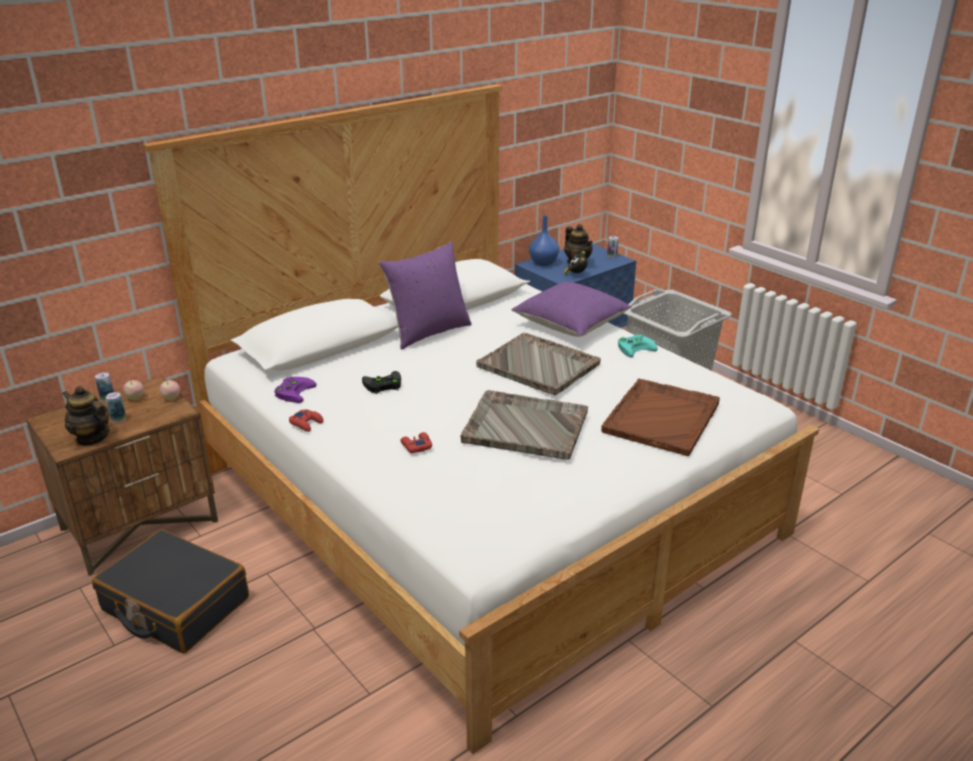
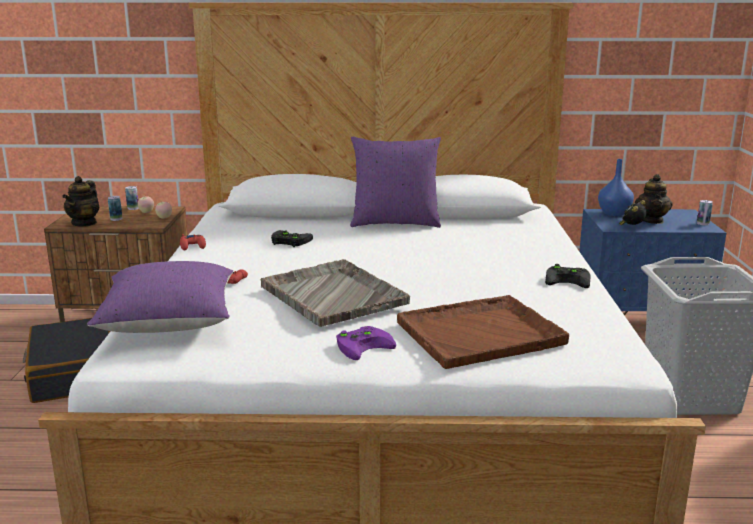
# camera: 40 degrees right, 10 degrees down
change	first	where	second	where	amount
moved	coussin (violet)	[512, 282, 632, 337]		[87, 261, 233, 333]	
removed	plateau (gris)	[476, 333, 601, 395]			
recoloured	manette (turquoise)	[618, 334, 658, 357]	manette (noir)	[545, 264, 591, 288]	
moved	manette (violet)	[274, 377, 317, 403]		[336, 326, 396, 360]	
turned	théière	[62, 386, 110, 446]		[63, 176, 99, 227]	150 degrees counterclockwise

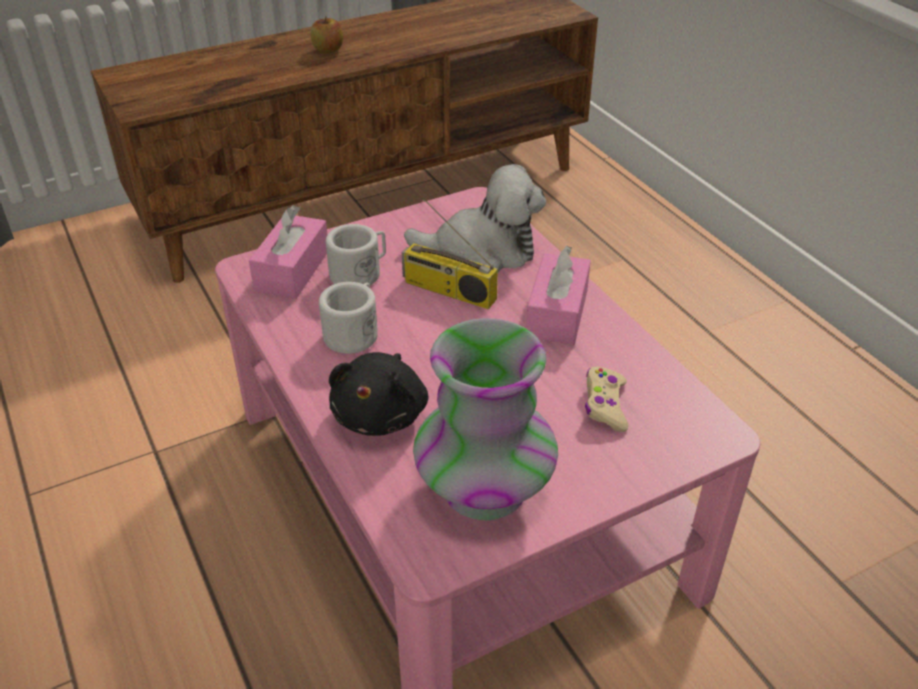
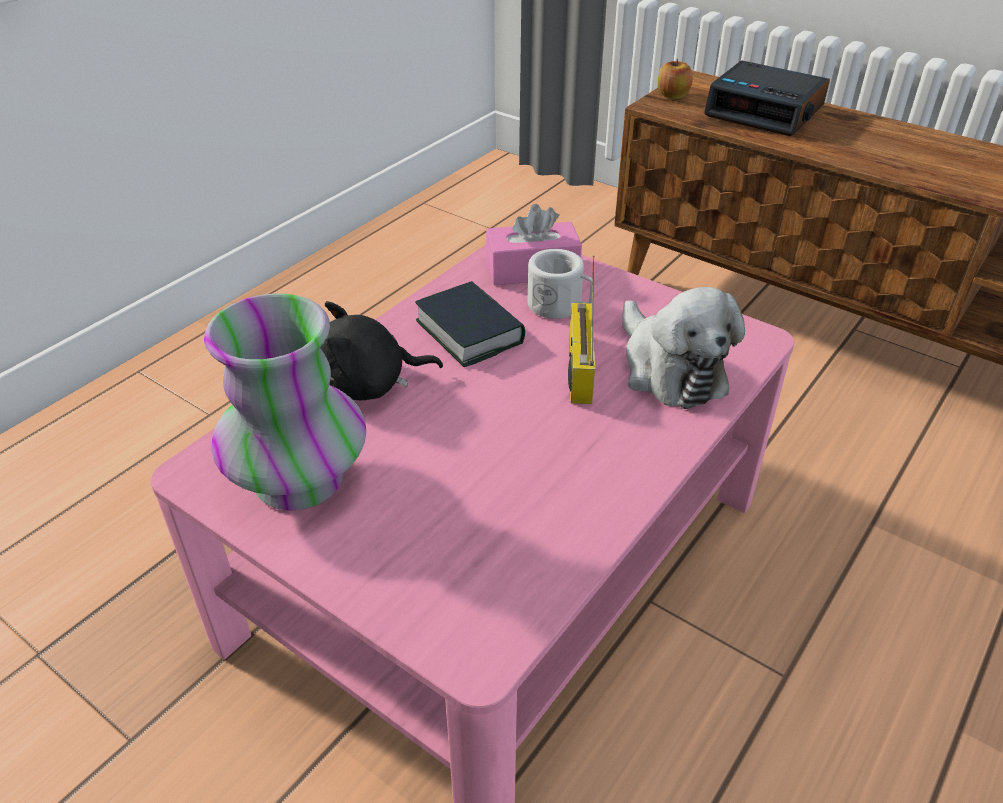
# camera: 65 degrees right, 0 degrees up
change	first	where	second	where	amount
moved	pomme	[311, 17, 343, 54]		[658, 59, 693, 99]	
removed	boîte à mouchoirs (rose)	[526, 246, 591, 345]			
replaced	mug (blanc)	[319, 282, 378, 354]	livre	[415, 281, 525, 367]	
removed	manette (beige)	[585, 366, 628, 432]			
added			réveil	[704, 61, 830, 136]	

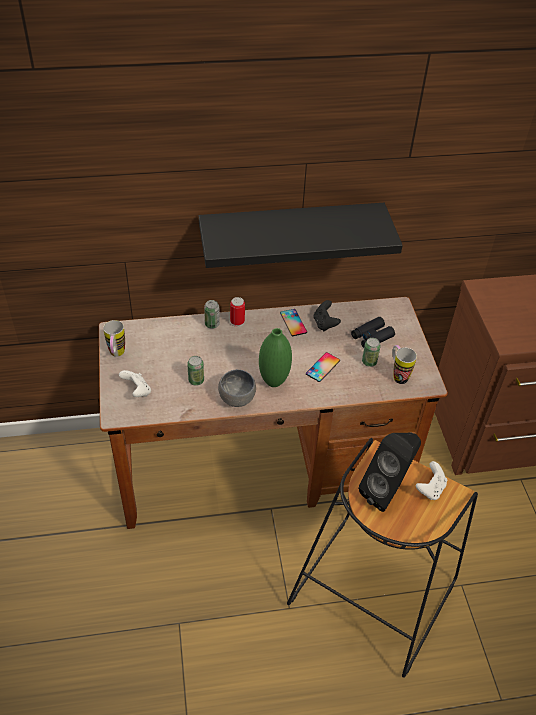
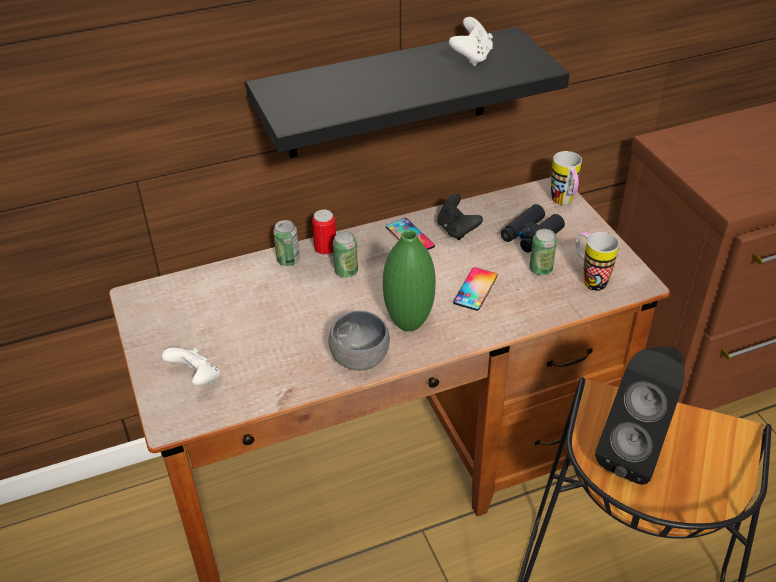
# camera: 10 degrees left, 5 degrees down
change	first	where	second	where	amount
moved	mug	[103, 320, 125, 357]		[551, 151, 582, 205]	
moved	boîte métallique	[187, 356, 204, 386]		[333, 231, 358, 278]	
moved	manette (blanc)	[416, 461, 447, 500]		[449, 17, 493, 66]	

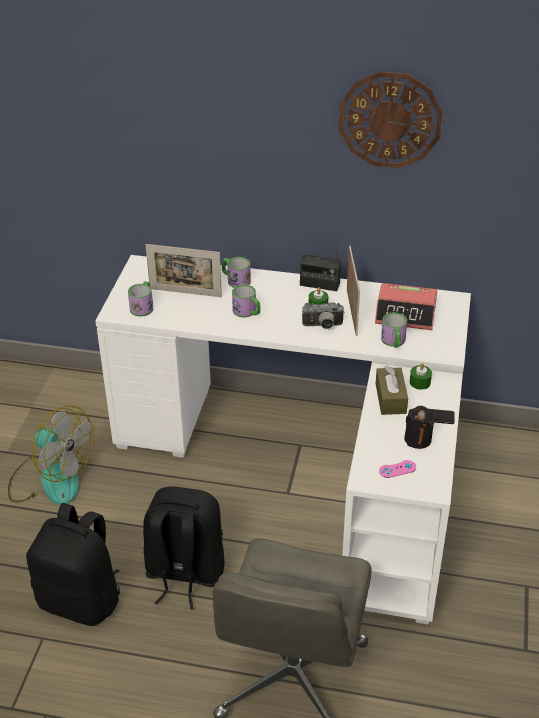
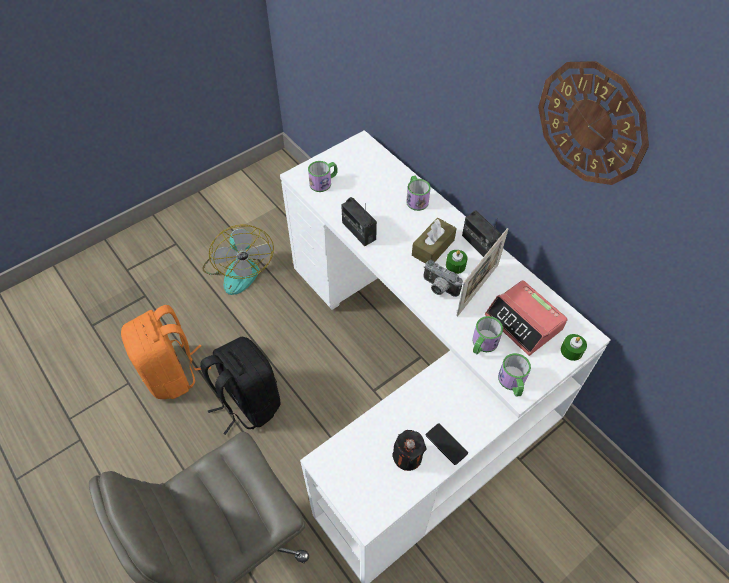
# camera: 40 degrees right, 15 degrees up
change	first	where	second	where	amount
removed	cadre photo	[146, 244, 222, 297]			
moved	mug	[232, 285, 261, 317]		[498, 353, 531, 396]	
moved	bougie (vert)	[410, 363, 432, 390]		[561, 334, 587, 361]	
moved	boîte à mouchoirs (marron)	[375, 366, 408, 415]		[412, 218, 457, 264]	
removed	manette (rose)	[379, 460, 416, 478]			
recoloured	sac à dos (noir)	[26, 503, 120, 626]	sac à dos (orange)	[121, 305, 211, 399]	
added			radio	[341, 197, 377, 246]	

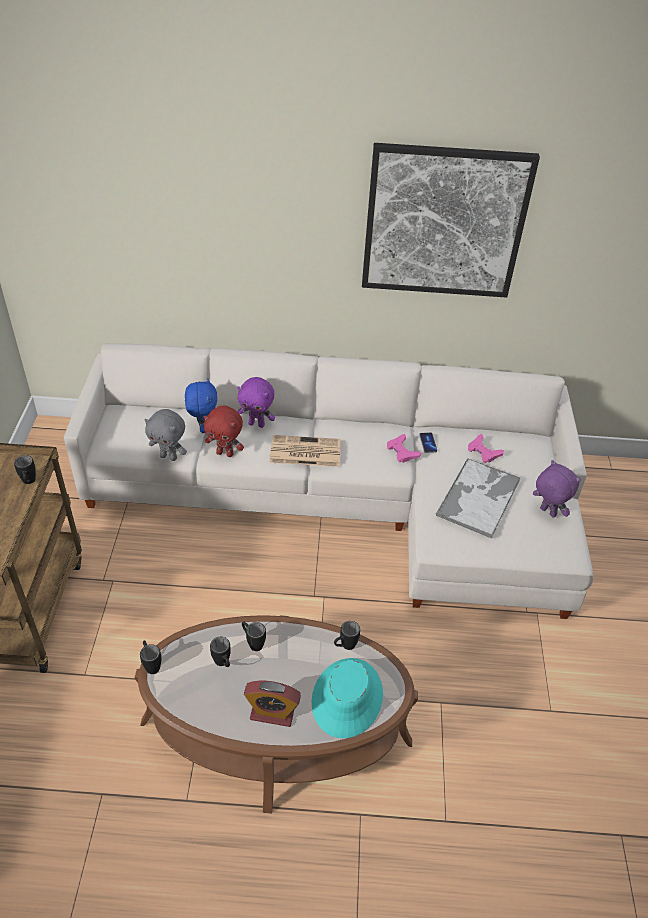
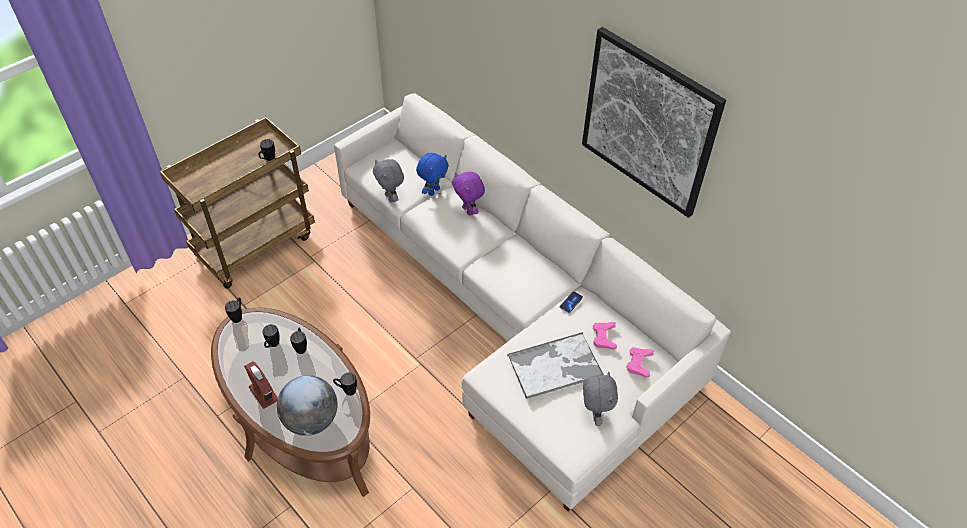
# camera: 45 degrees right, 5 degrees up
change	first	where	second	where	amount
removed	peluche (rouge)	[204, 406, 244, 457]			
moved	manette (rose)	[387, 434, 421, 463]		[626, 347, 654, 378]	
removed	journal	[269, 435, 341, 467]			
recoloured	peluche (violet)	[533, 460, 581, 518]	peluche (gris)	[583, 372, 618, 426]	
replaced	chapeau (turquoise)	[312, 658, 383, 738]	globe	[277, 375, 338, 436]	

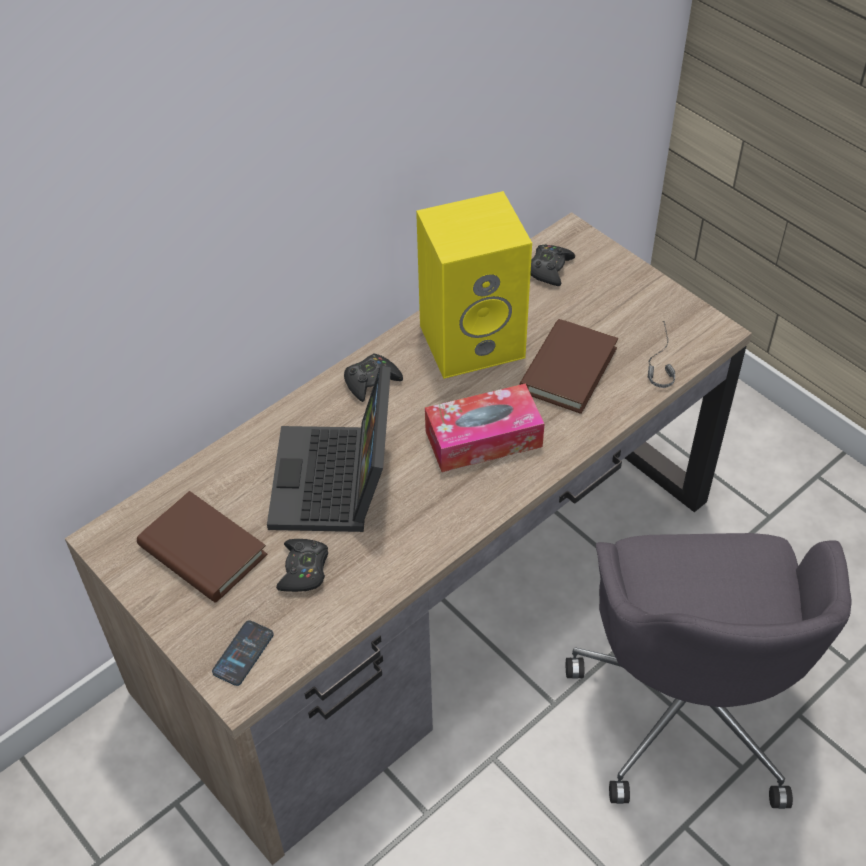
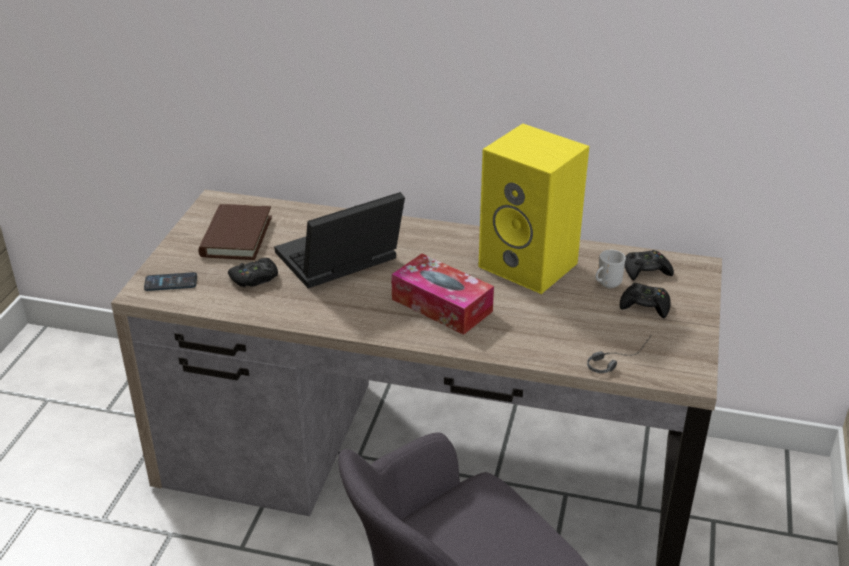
# camera: 55 degrees right, 15 degrees down
change	first	where	second	where	amount
removed	livre (marron)	[519, 319, 618, 414]			
moved	manette (noir)	[344, 354, 403, 402]		[620, 283, 671, 318]	
added			mug	[596, 250, 626, 288]	

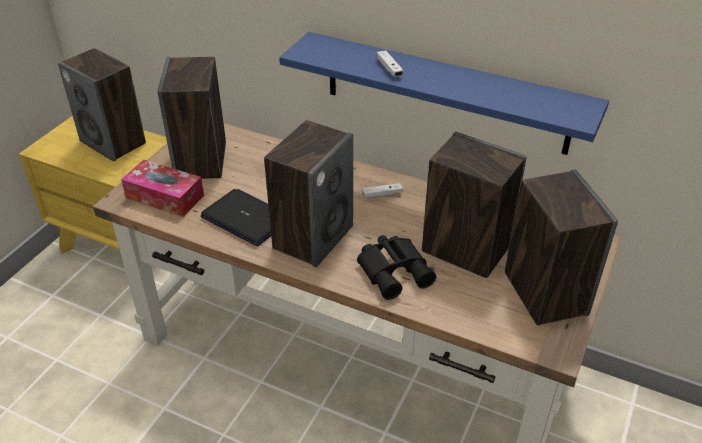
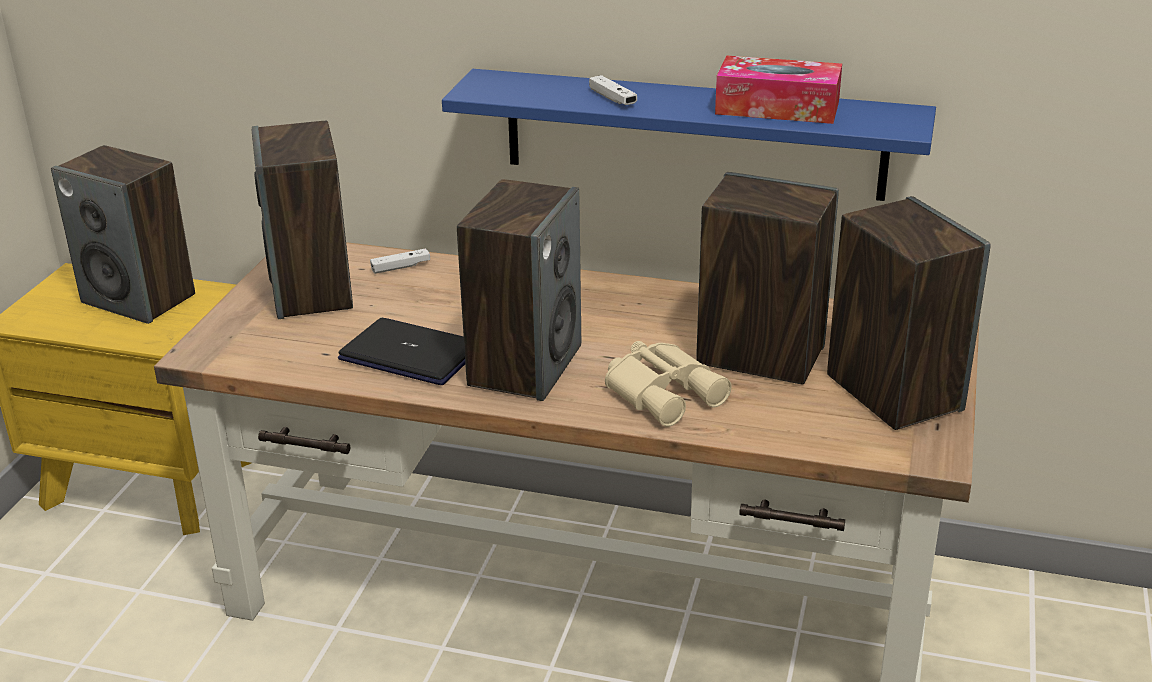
# camera: 10 degrees left, 10 degrees down
change	first	where	second	where	amount
moved	boîte à mouchoirs	[121, 160, 204, 217]		[715, 55, 842, 124]	
moved	manette (blanc)	[363, 183, 403, 199]		[370, 248, 430, 274]	
recoloured	jumelles (noir)	[357, 235, 436, 300]	jumelles (beige)	[605, 341, 732, 427]	

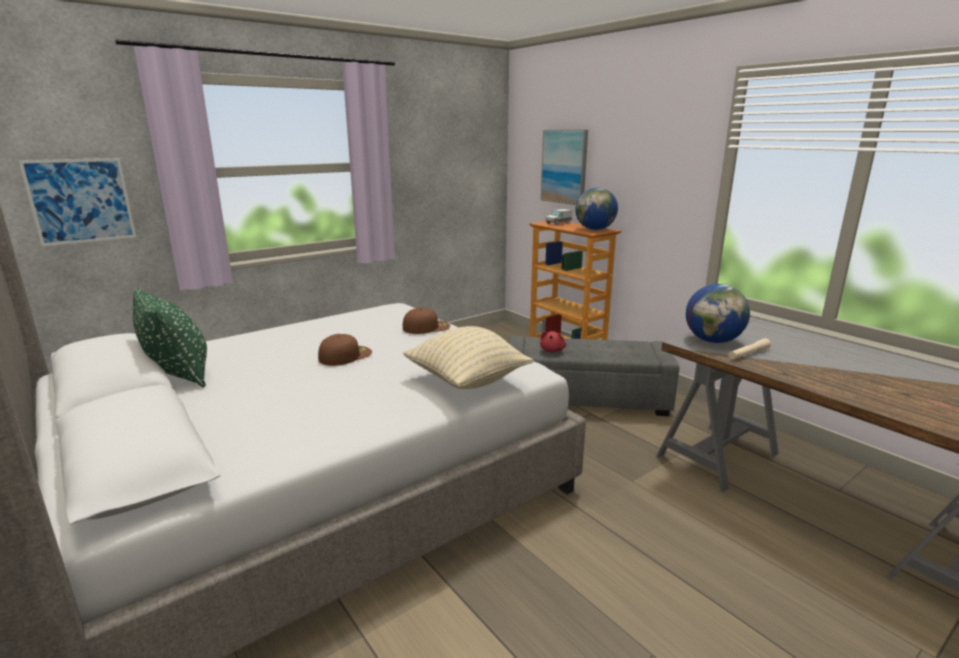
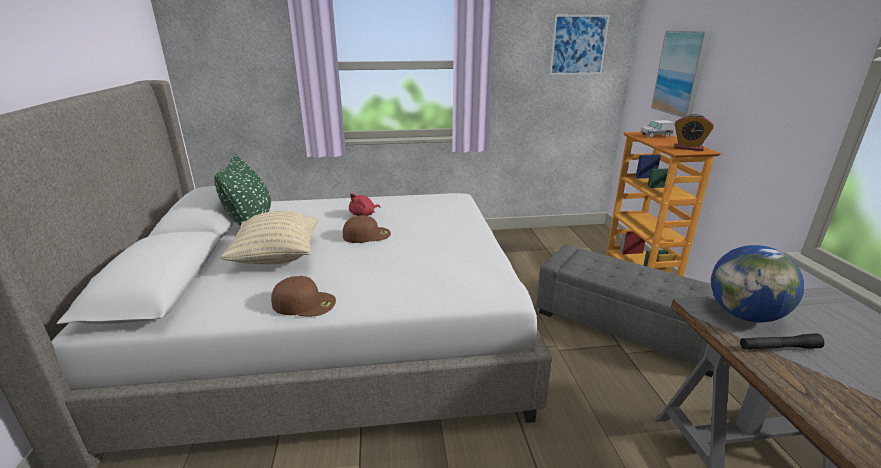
# camera: 30 degrees right, 5 degrees up
change	first	where	second	where	amount
moved	tableau	[19, 158, 136, 246]		[549, 15, 610, 75]	
replaced	globe	[575, 188, 618, 230]	réveil	[674, 114, 714, 151]	
moved	casquette (marron)	[403, 307, 450, 334]		[271, 276, 336, 317]	
moved	coussin (beige)	[403, 326, 534, 389]		[220, 211, 319, 264]	
moved	peluche (rouge)	[540, 331, 566, 352]		[349, 193, 380, 216]	
recoloured	lampe de poche (beige)	[728, 338, 771, 359]	lampe de poche (noir)	[740, 333, 825, 349]	

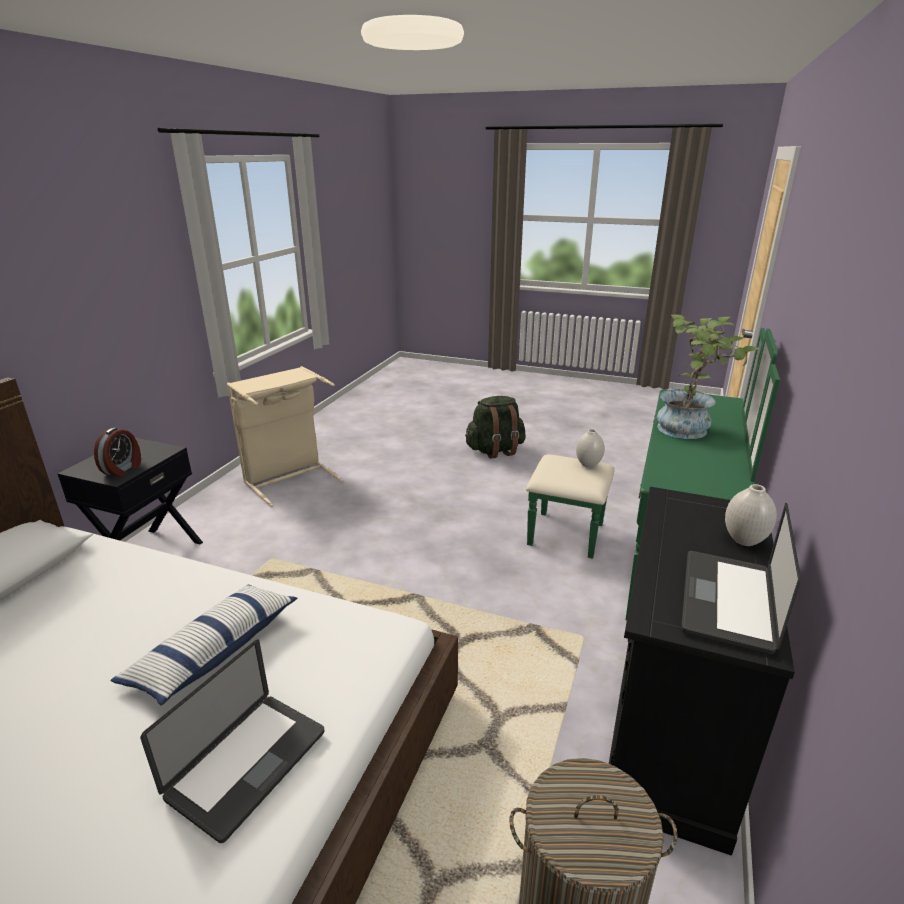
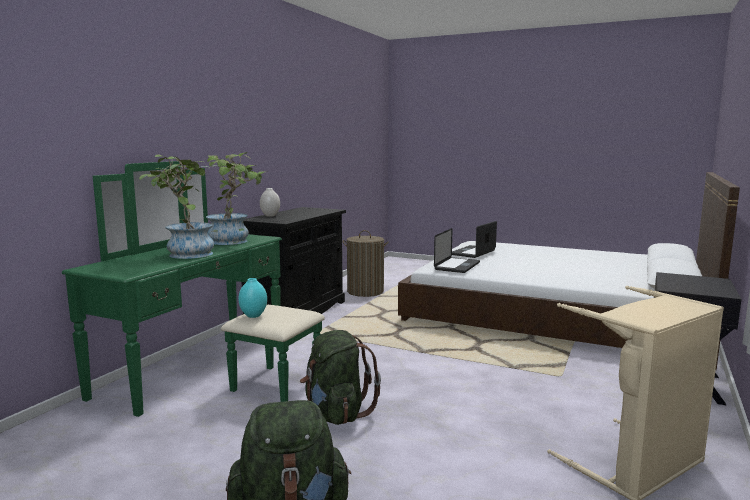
# camera: 175 degrees left, 15 degrees down
change	first	where	second	where	amount
removed	réveil	[94, 428, 141, 477]			
recoloured	vase (blanc)	[576, 429, 605, 468]	vase (turquoise)	[238, 278, 267, 318]	
moved	ordinateur portable	[681, 503, 801, 655]		[434, 228, 480, 273]	
removed	coussin	[110, 585, 297, 705]			
added			plante en pot	[206, 152, 264, 245]	
added			sac à dos (vert)	[300, 330, 381, 425]	

